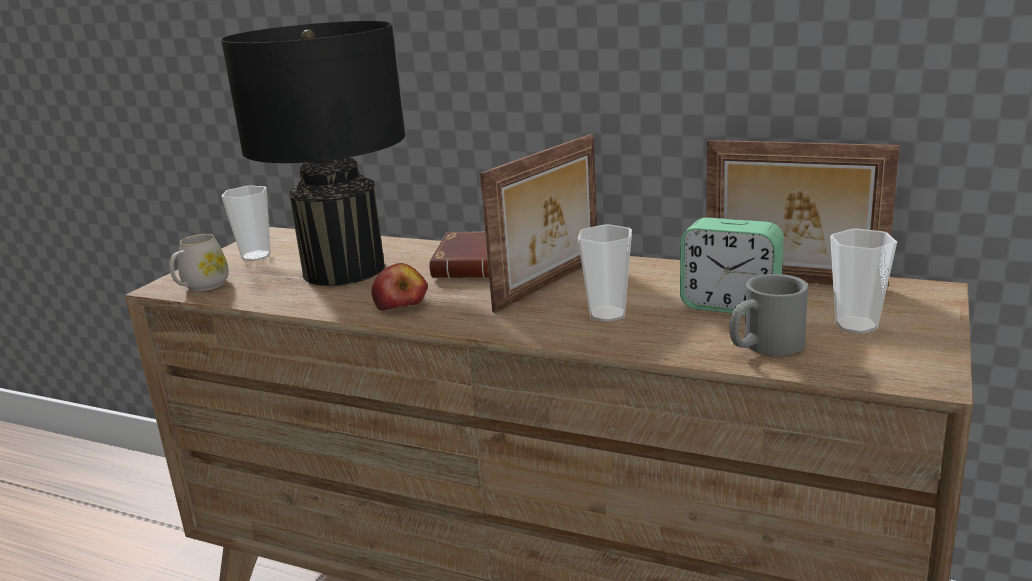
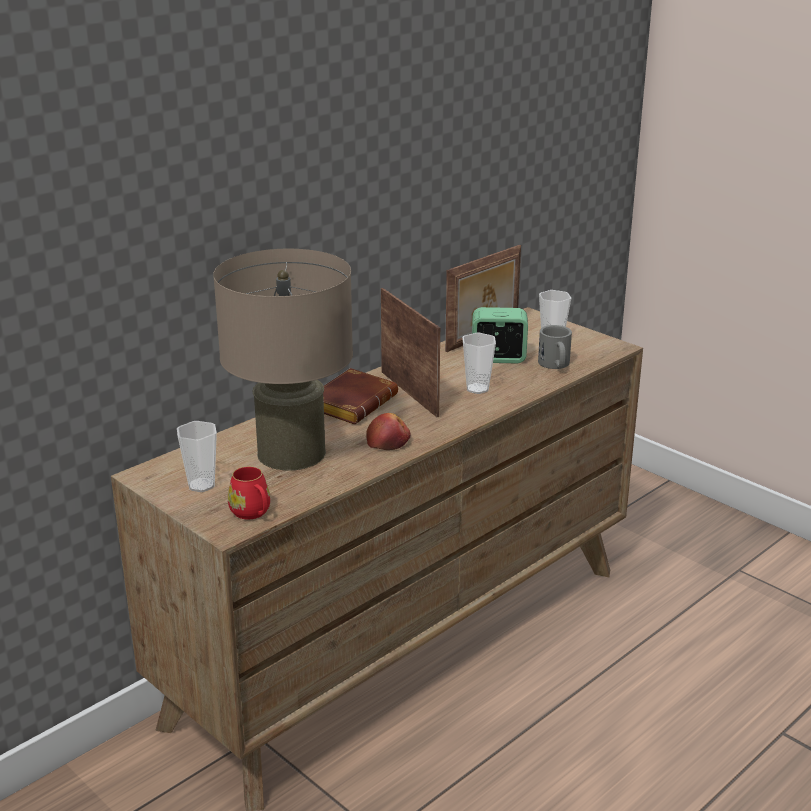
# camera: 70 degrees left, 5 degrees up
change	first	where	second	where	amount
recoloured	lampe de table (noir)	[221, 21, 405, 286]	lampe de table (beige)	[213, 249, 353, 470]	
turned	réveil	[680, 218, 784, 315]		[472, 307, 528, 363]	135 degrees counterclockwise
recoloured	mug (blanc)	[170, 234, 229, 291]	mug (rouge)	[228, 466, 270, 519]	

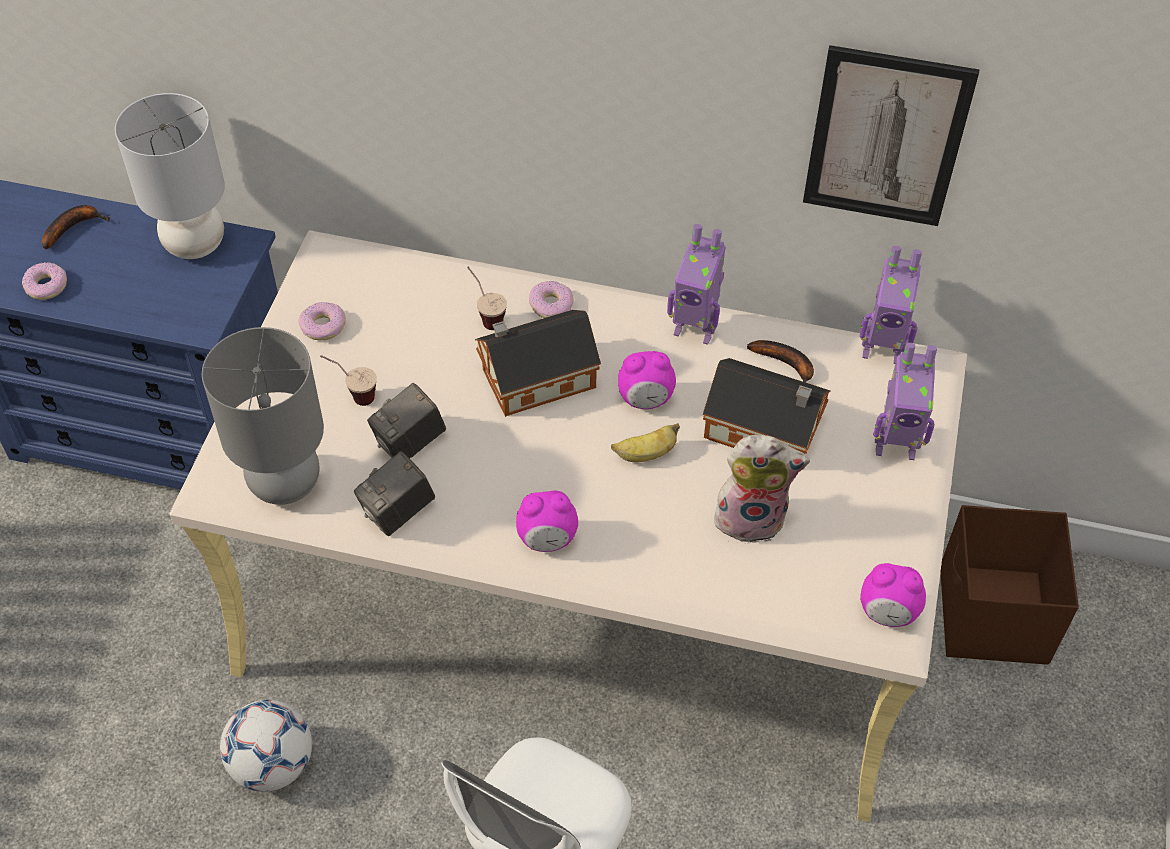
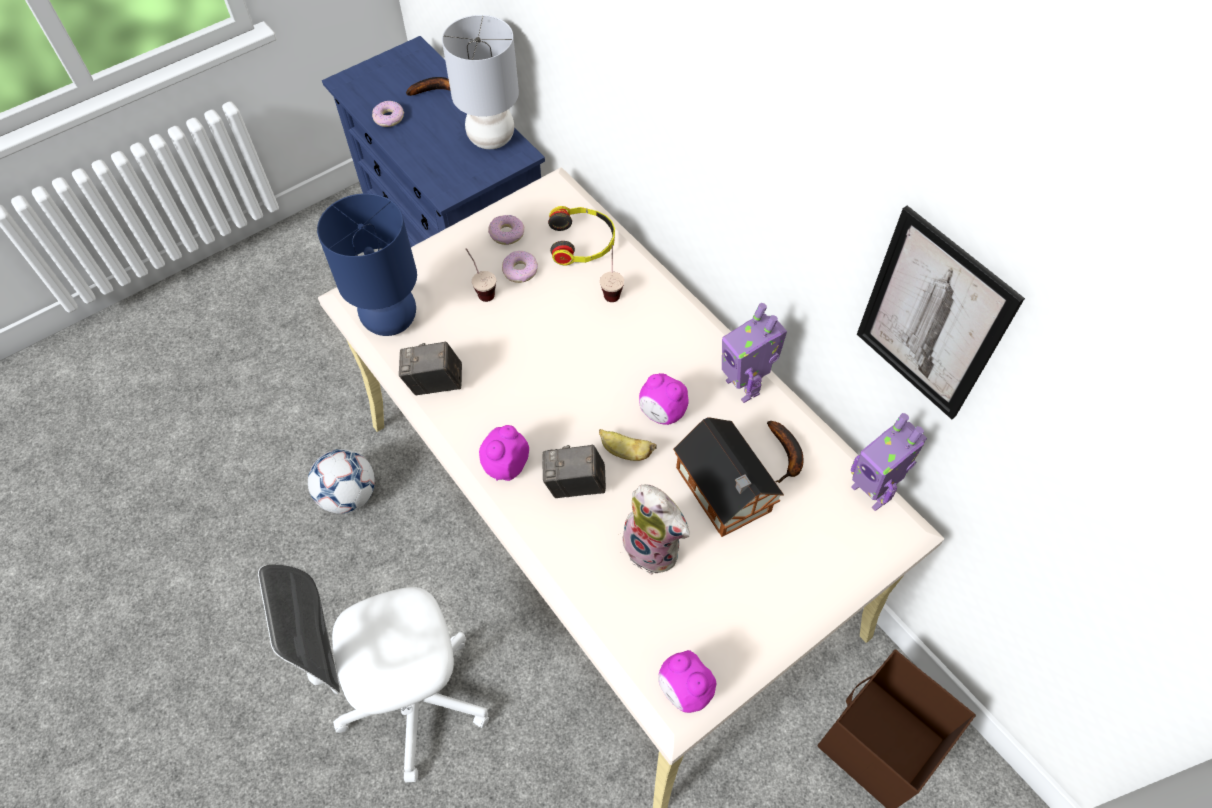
# camera: 40 degrees right, 5 degrees up
change	first	where	second	where	amount
moved	beignet	[529, 281, 574, 318]		[502, 251, 538, 283]	
removed	maison miniature	[475, 310, 601, 417]			
recoloured	lampe de table (gris)	[202, 327, 324, 505]	lampe de table (bleu)	[317, 193, 417, 336]	
removed	robot jouet	[873, 343, 937, 460]			
moved	appareil photo	[367, 383, 446, 459]		[542, 445, 606, 498]	
turned	réveil	[516, 490, 578, 552]		[479, 425, 529, 481]	90 degrees clockwise
added			casque audio	[548, 206, 615, 265]	

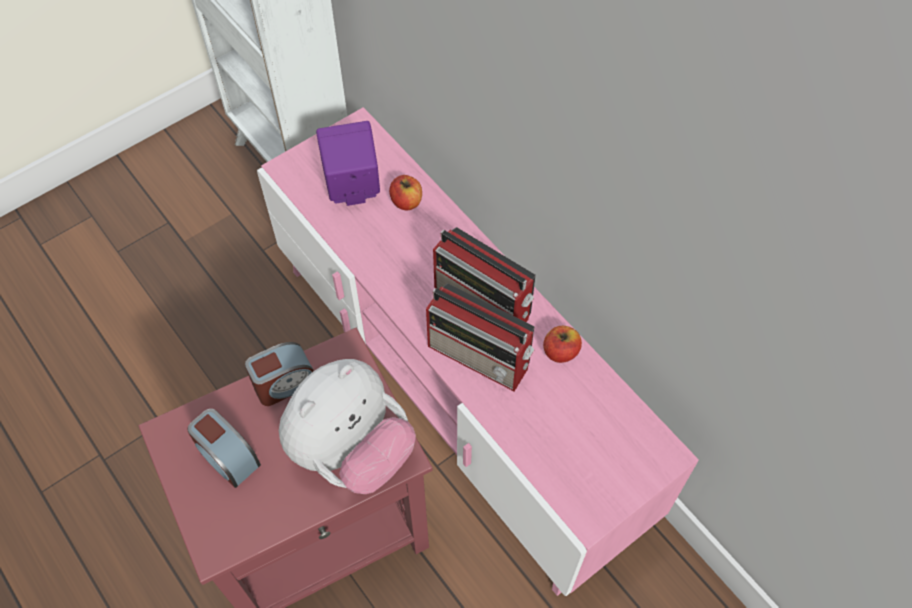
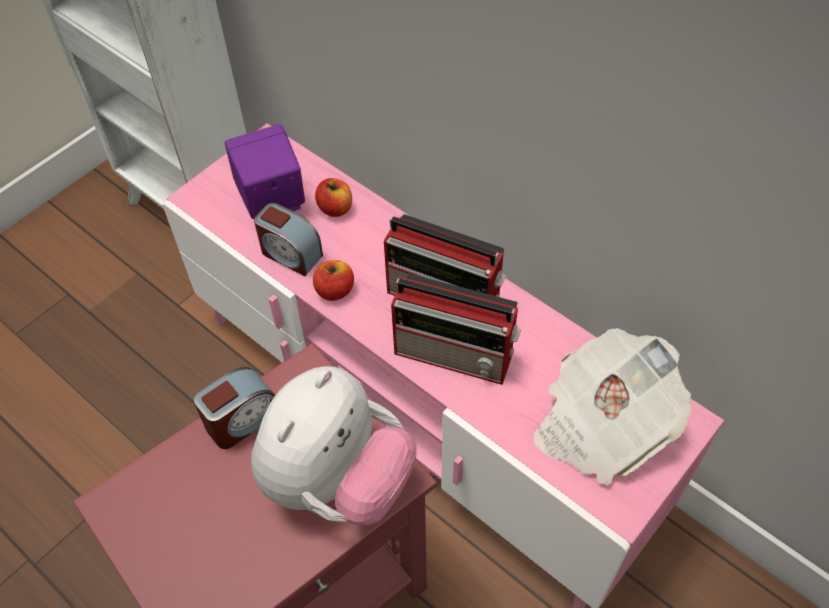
# camera: 10 degrees left, 5 degrees down
change	first	where	second	where	amount
moved	pomme	[543, 326, 582, 363]		[313, 260, 354, 301]	
moved	réveil	[188, 409, 261, 488]		[254, 203, 323, 276]	
added			journal	[533, 328, 692, 485]	

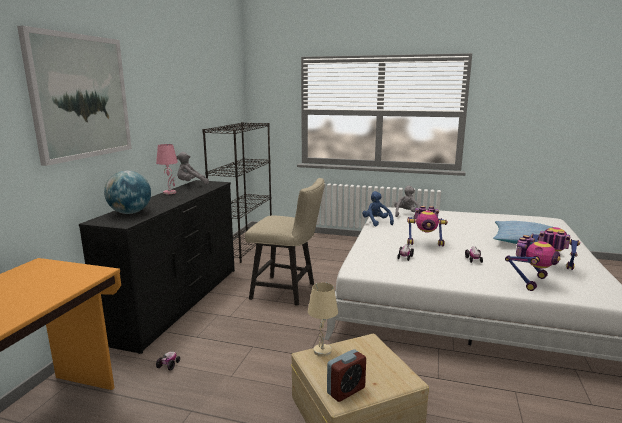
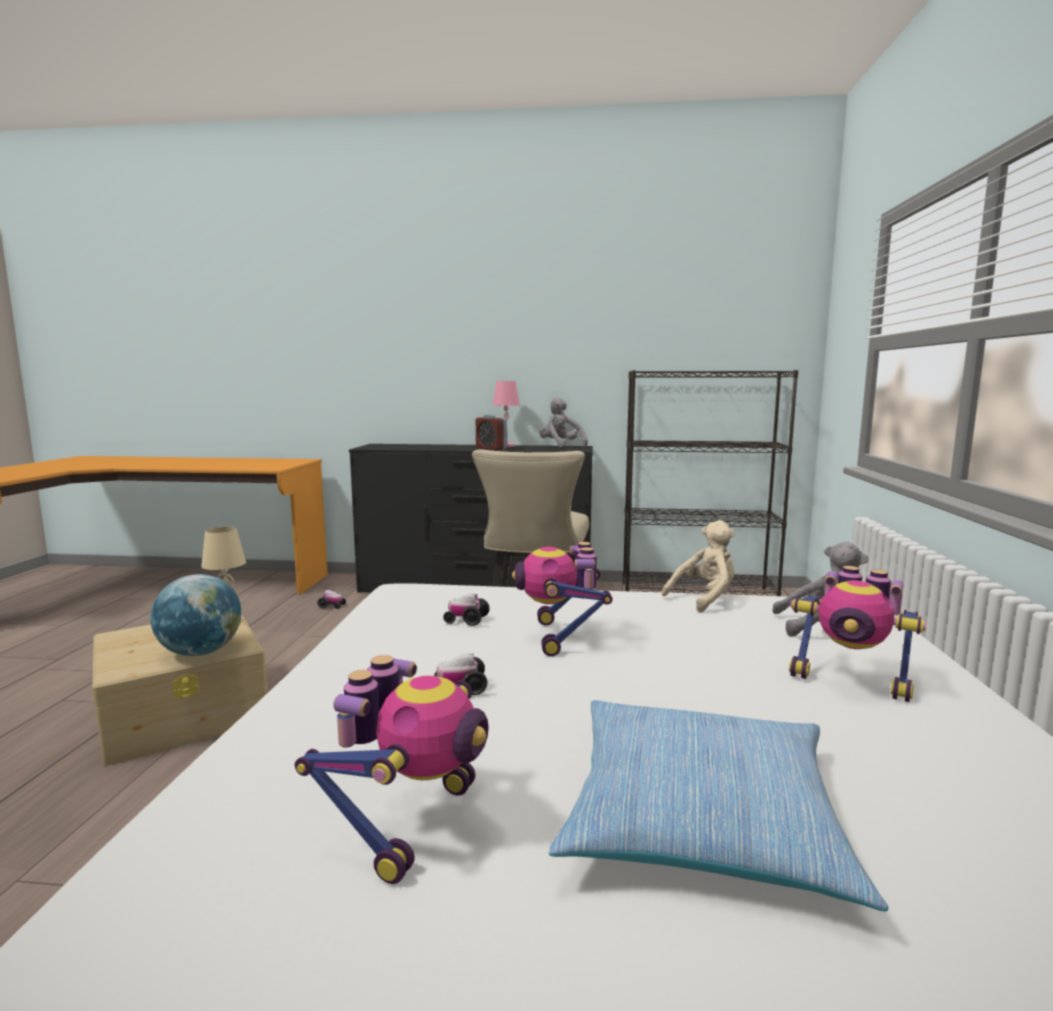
# camera: 80 degrees right, 5 degrees down
change	first	where	second	where	amount
removed	tableau	[17, 26, 132, 166]			
moved	globe	[104, 171, 151, 214]		[151, 574, 241, 656]	
recoloured	peluche (bleu)	[362, 191, 394, 226]	peluche (beige)	[662, 520, 735, 612]	
moved	robot jouet	[505, 235, 561, 291]		[789, 566, 926, 702]	
moved	réveil	[327, 349, 366, 402]		[476, 414, 507, 450]	

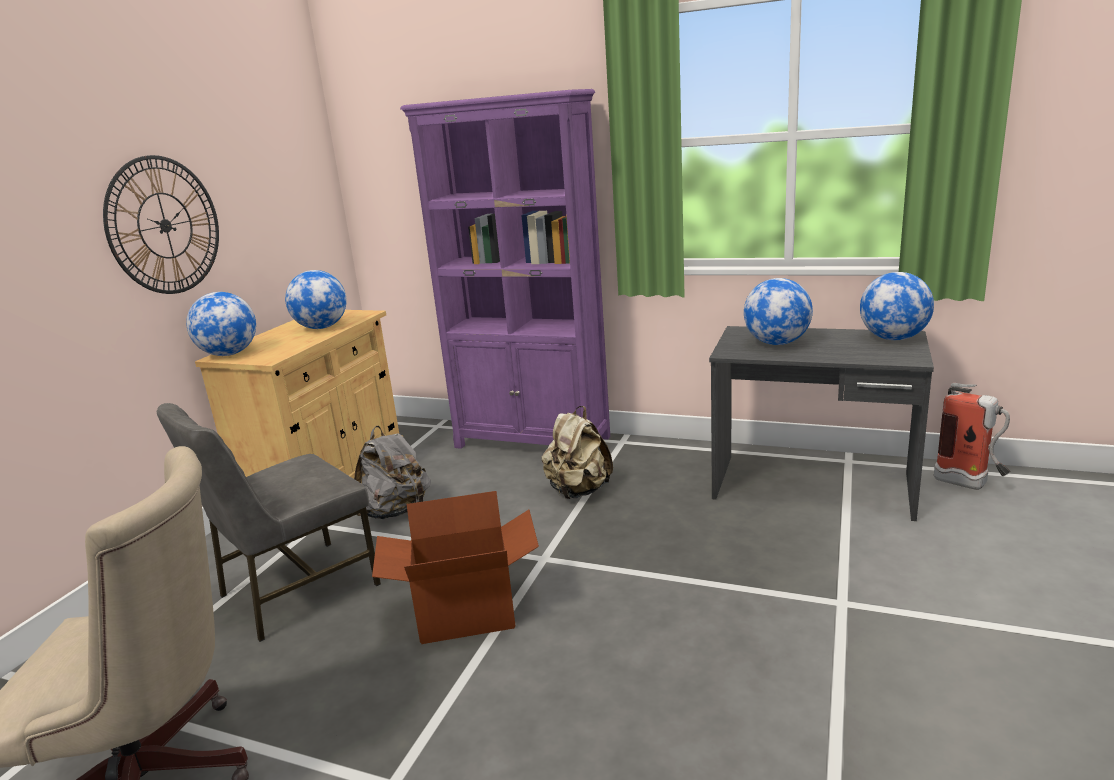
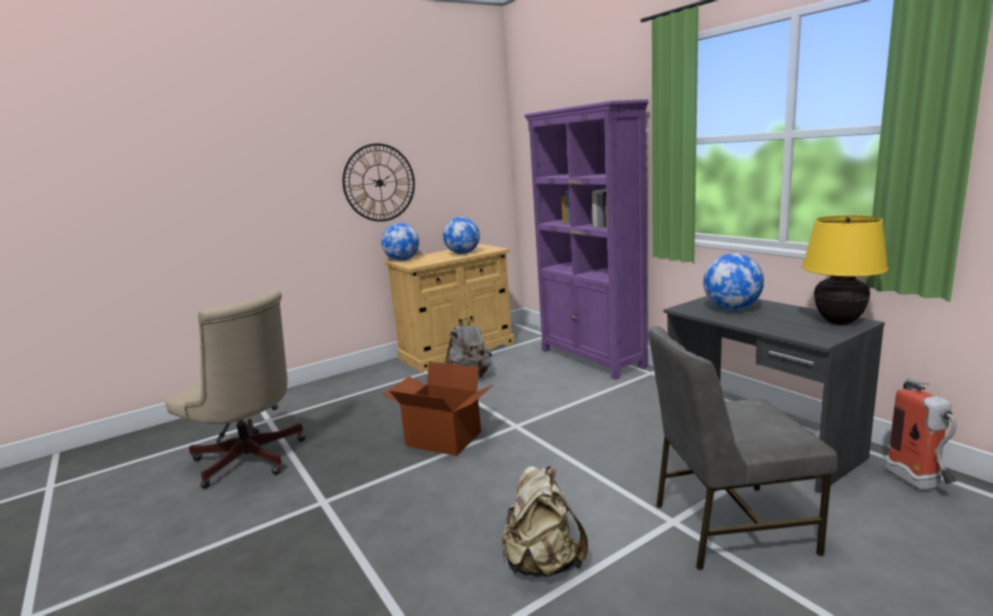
# camera: 35 degrees right, 5 degrees down
change	first	where	second	where	amount
replaced	globe	[860, 272, 934, 340]	lampe de table (jaune)	[802, 215, 889, 325]	
moved	chaise (gris)	[157, 403, 381, 642]		[649, 326, 838, 570]	
moved	sac à dos (beige)	[541, 406, 613, 499]		[502, 466, 588, 577]	

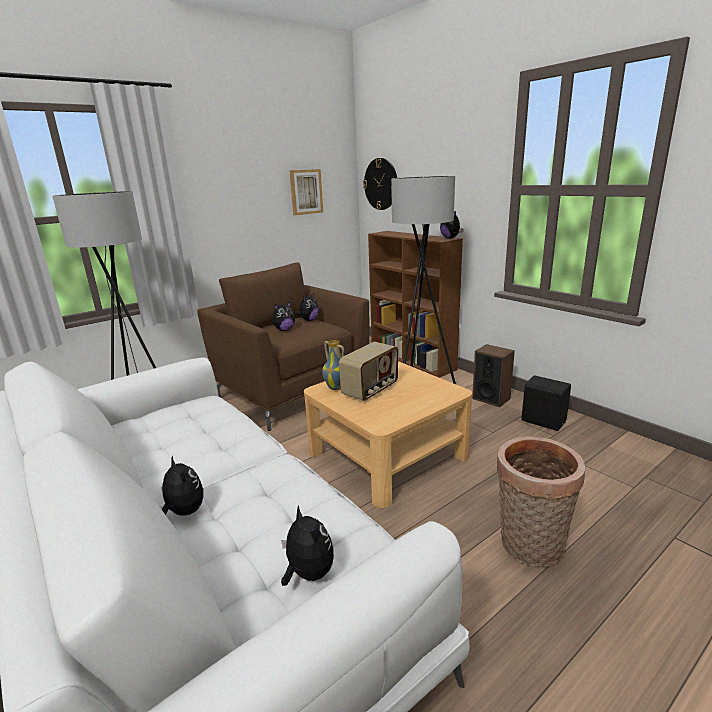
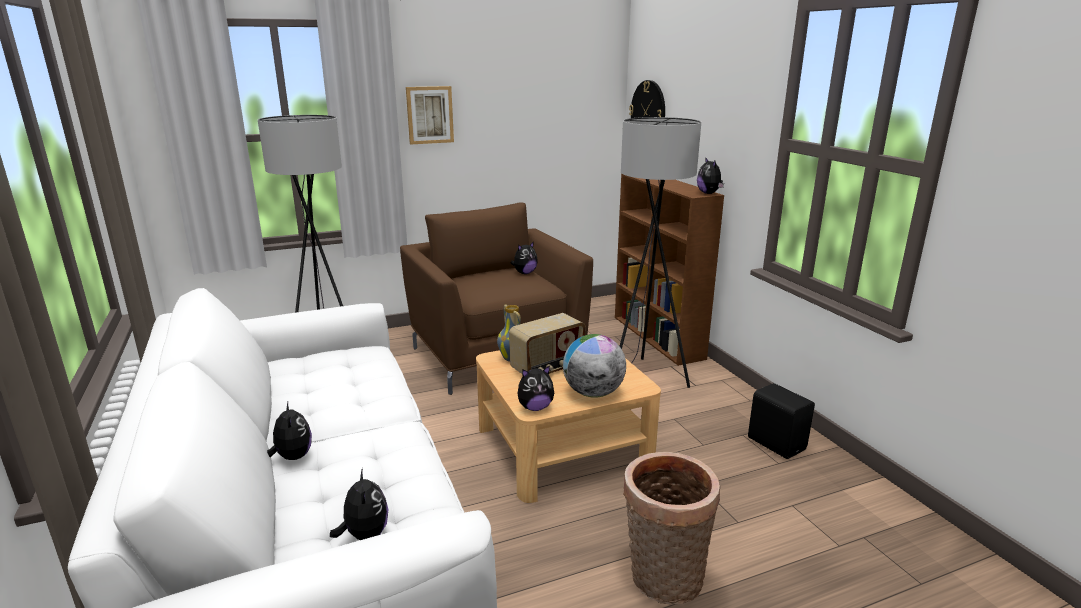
# camera: 15 degrees right, 0 degrees up
change	first	where	second	where	amount
moved	tableau	[290, 169, 323, 215]		[406, 86, 454, 144]	
moved	peluche	[273, 302, 295, 331]		[518, 365, 554, 411]	
removed	enceinte	[472, 344, 515, 407]			
added			globe	[563, 334, 626, 398]	

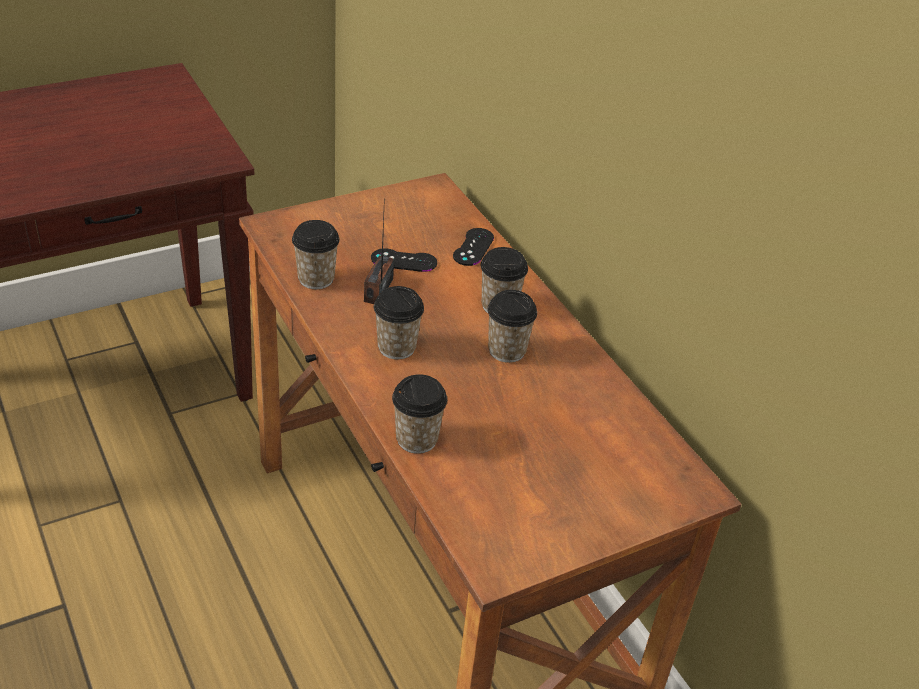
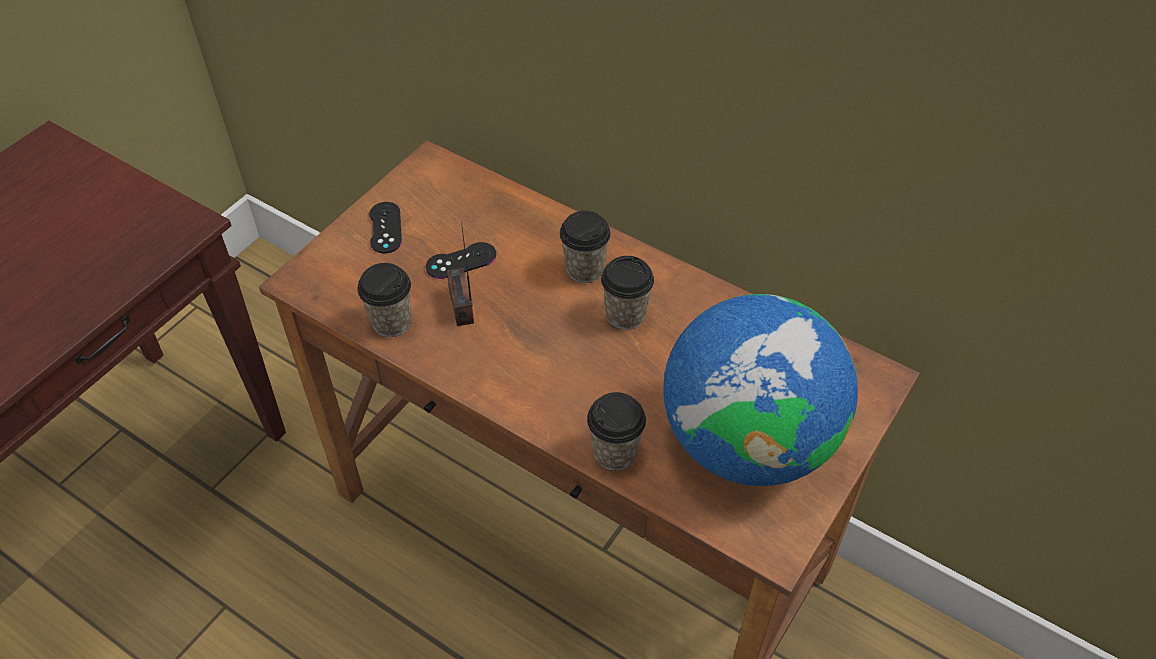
# camera: 25 degrees left, 10 degrees up
change	first	where	second	where	amount
moved	manette (noir)	[453, 228, 494, 266]		[369, 202, 402, 253]	
removed	tasse	[374, 286, 424, 360]			
added			globe	[663, 294, 858, 486]	

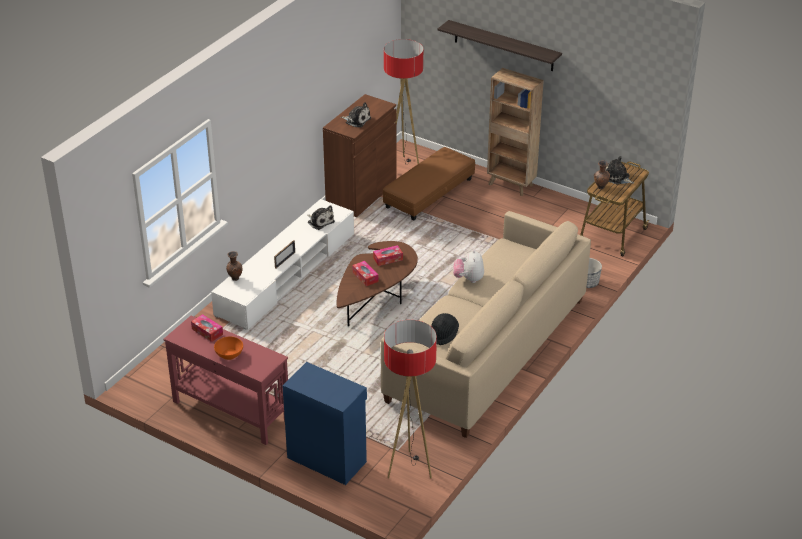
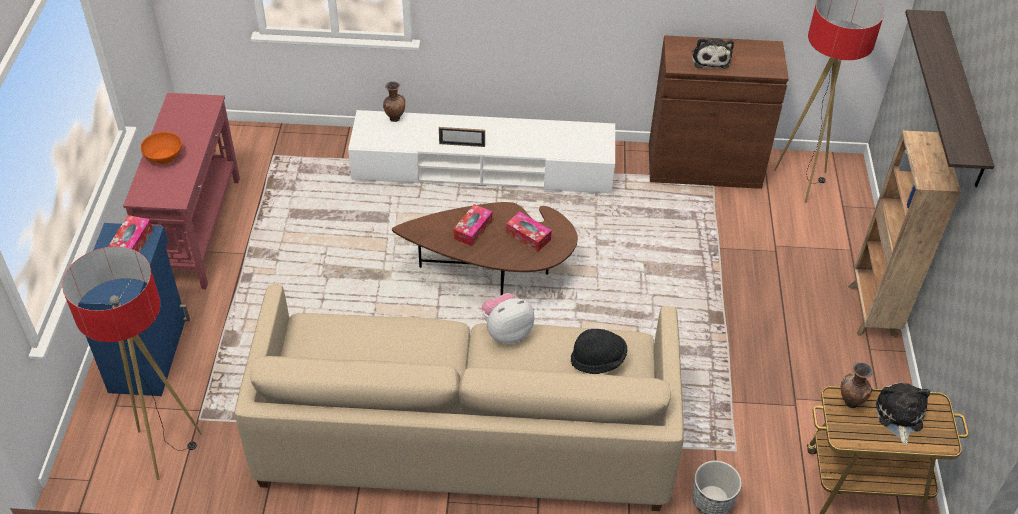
# camera: 60 degrees right, 10 degrees up
change	first	where	second	where	amount
removed	pouf (marron)	[383, 147, 475, 221]			
removed	peluche	[307, 205, 335, 230]			
moved	chapeau (noir)	[431, 313, 459, 345]		[571, 329, 627, 374]	
moved	boîte à mouchoirs	[191, 314, 223, 342]		[108, 215, 153, 252]	

